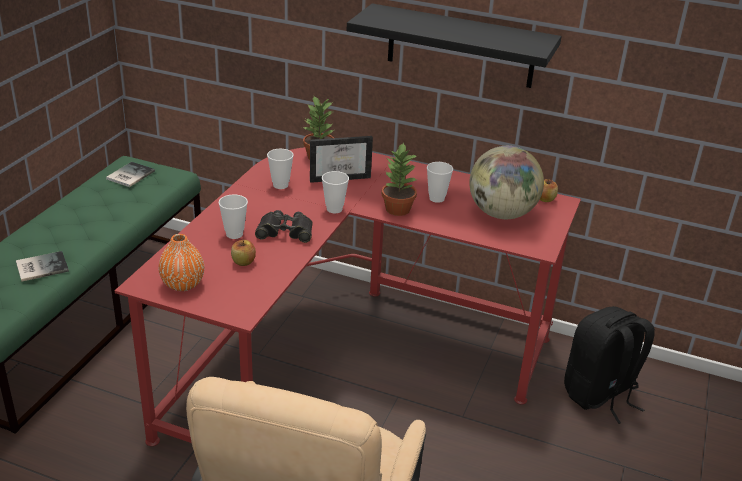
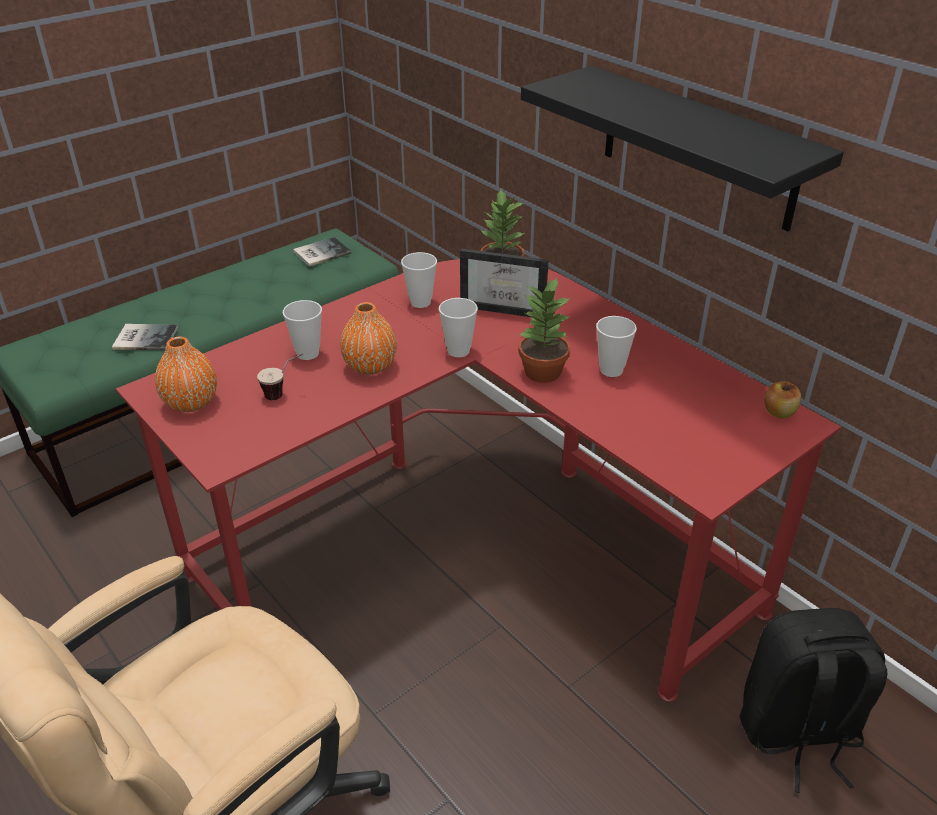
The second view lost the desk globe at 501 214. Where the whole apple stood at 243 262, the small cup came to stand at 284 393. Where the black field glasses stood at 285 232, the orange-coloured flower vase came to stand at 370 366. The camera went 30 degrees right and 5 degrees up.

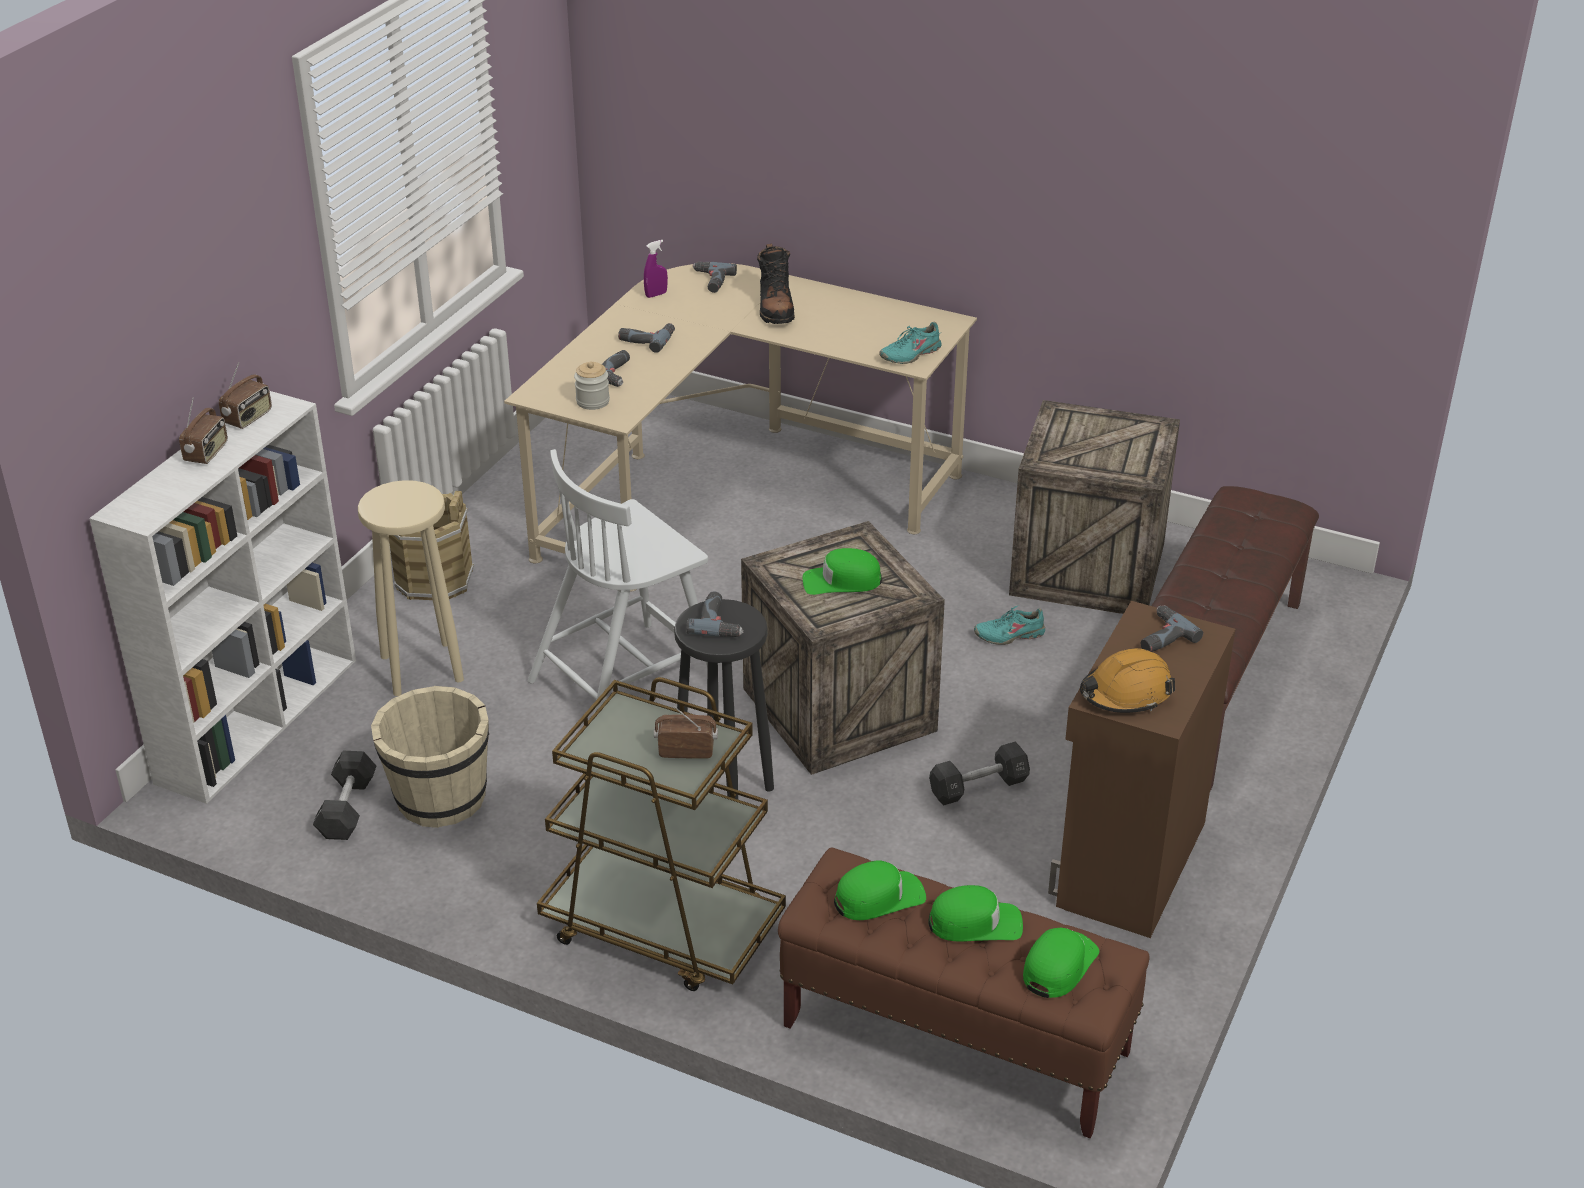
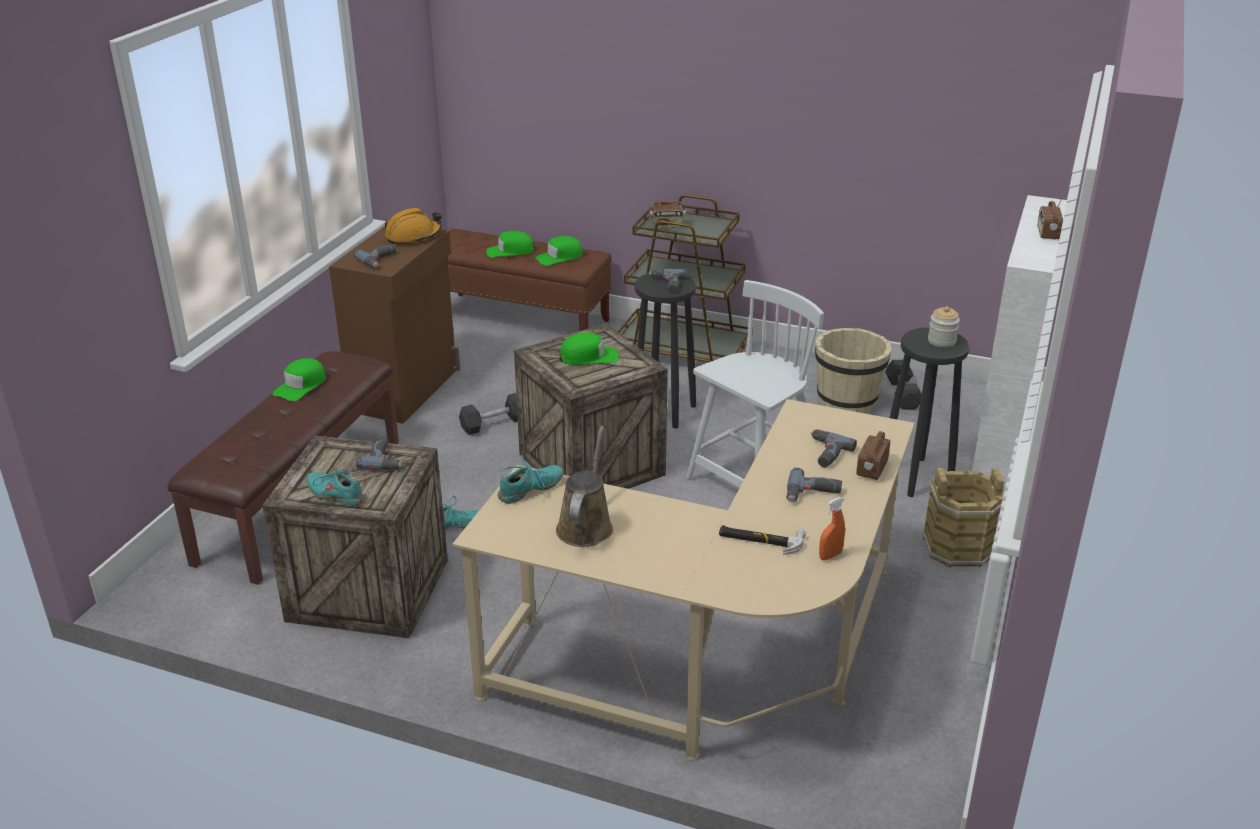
The second view lost the black boot at 775 308. The second view gained the turquoise-coloured item of footwear at 336 494. The second view gained the brownish watering pot at 586 525. The second view gained the hand hammer at 760 540. The radio receiver ended up elsewhere, having gone from 248 418 to 871 469. The preserve jar ended up elsewhere, having gone from 593 401 to 941 341. The drill ended up elsewhere, having gone from 710 281 to 385 459. The green-coloured cap ended up elsewhere, having gone from 1059 965 to 301 386. What was the sand-coloured stool at 421 667 turned into the black stool at 916 477. What was the purple hand sprayer at 656 294 turned into the orange-coloured hand sprayer at 830 555. The camera went 175 degrees right and 5 degrees down.

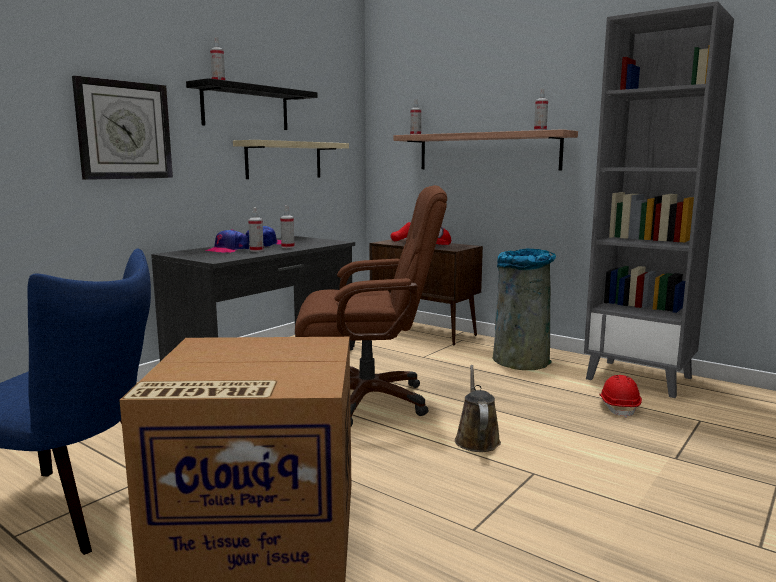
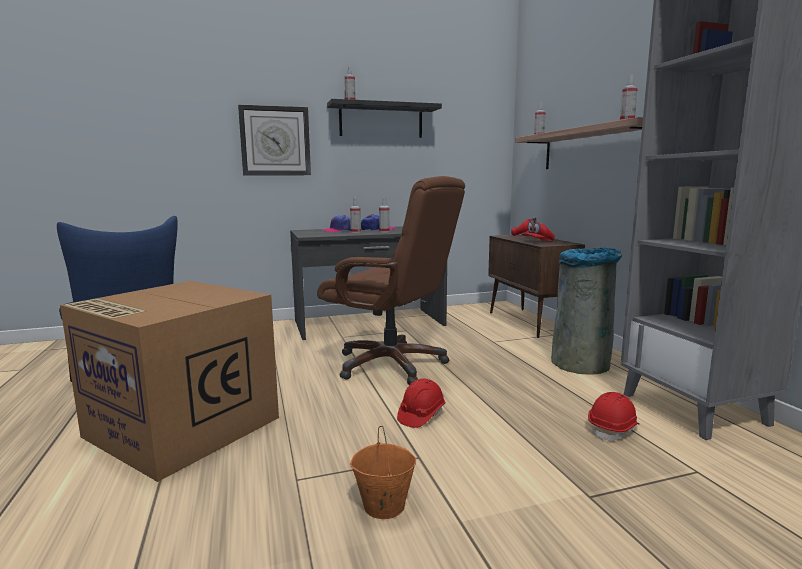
The second view lost the sand-coloured shelf at 284 160. The second view gained the orange-coloured water bucket at 383 506. Where the brownish watering pot stood at 476 439, the red work helmet came to stand at 421 415. The camera went 35 degrees right and 0 degrees up.

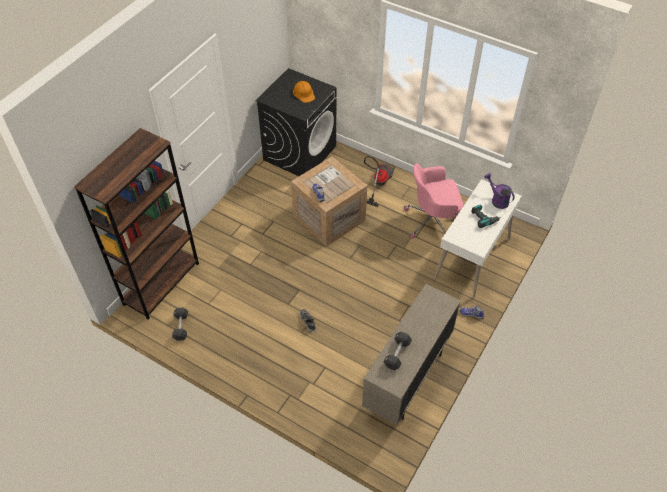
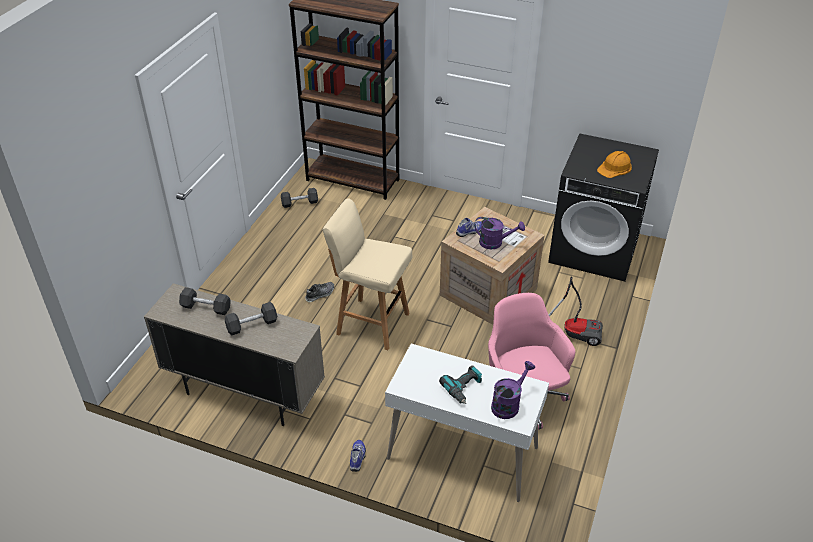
The second view gained the black free weight at 252 325. The second view gained the sand-coloured stool at 371 323. The second view gained the purple watering pot at 495 243. The camera went 80 degrees right and 10 degrees down.

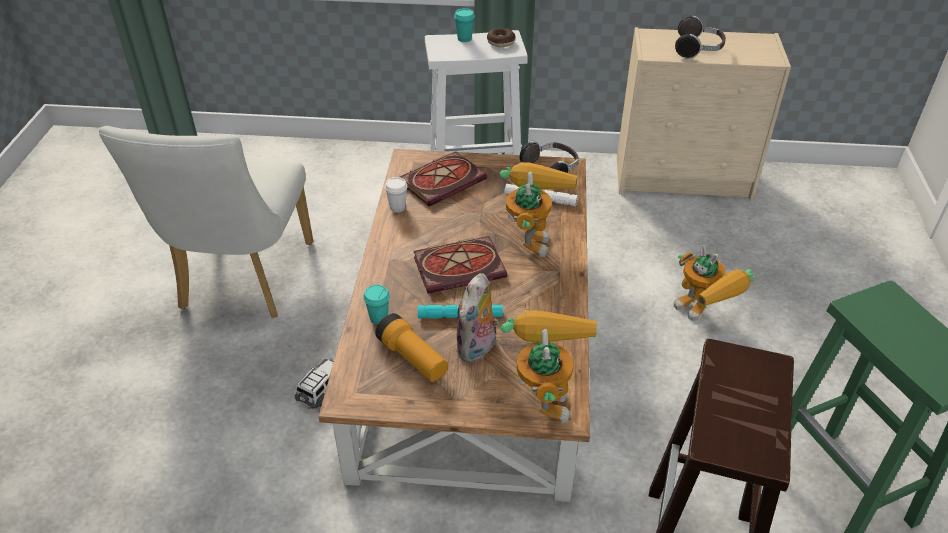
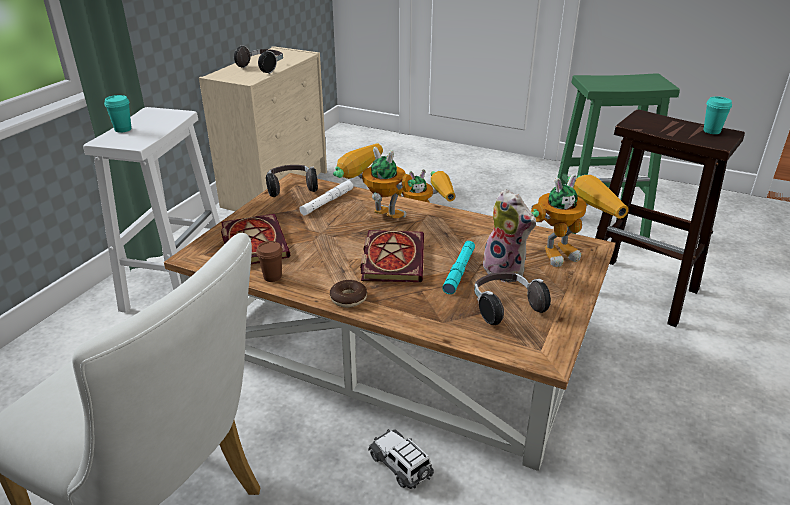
The turquoise-coloured small cup ended up elsewhere, having gone from 379 318 to 711 131. The ring doughnut ended up elsewhere, having gone from 501 42 to 348 298. Where the torch stood at 413 358, the headset came to stand at 505 307. What was the white-coloured small cup at 397 208 turned into the brownish small cup at 272 277. The model robot at 543 393 ended up facing another way, 135 degrees clockwise from before. The camera went 70 degrees left and 10 degrees down.

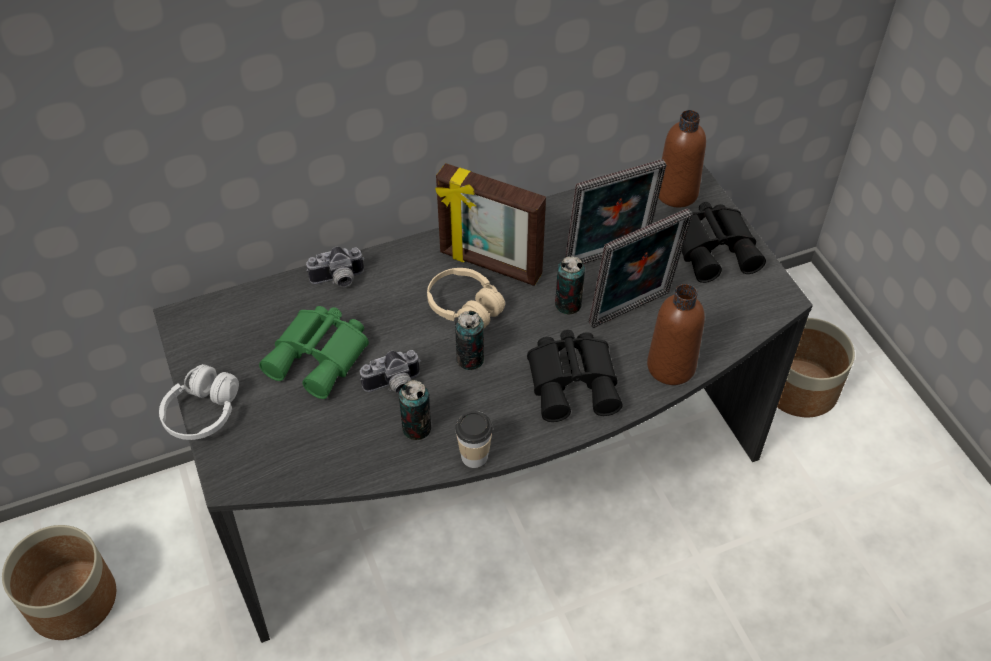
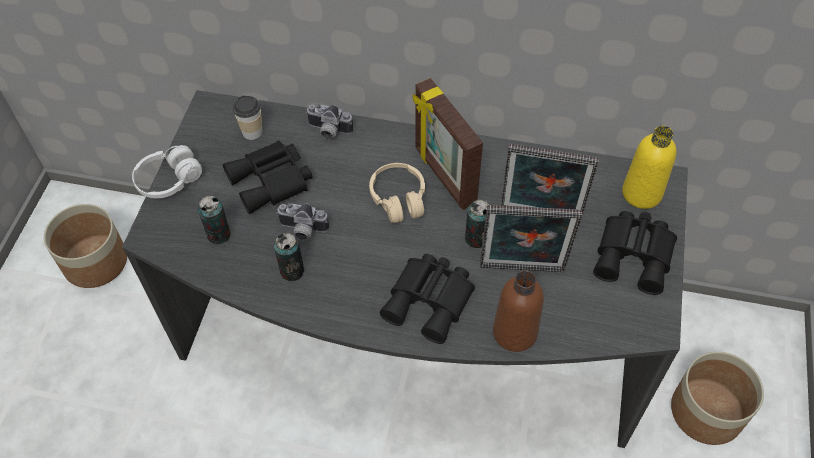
The can ended up elsewhere, having gone from 470 359 to 219 235. The small cup ended up elsewhere, having gone from 474 456 to 252 132. What was the green-coloured field glasses at 321 356 turned into the black field glasses at 272 182. What was the brownish bottle at 676 193 turned into the yellowish bottle at 641 193. The camera went 35 degrees right and 5 degrees up.

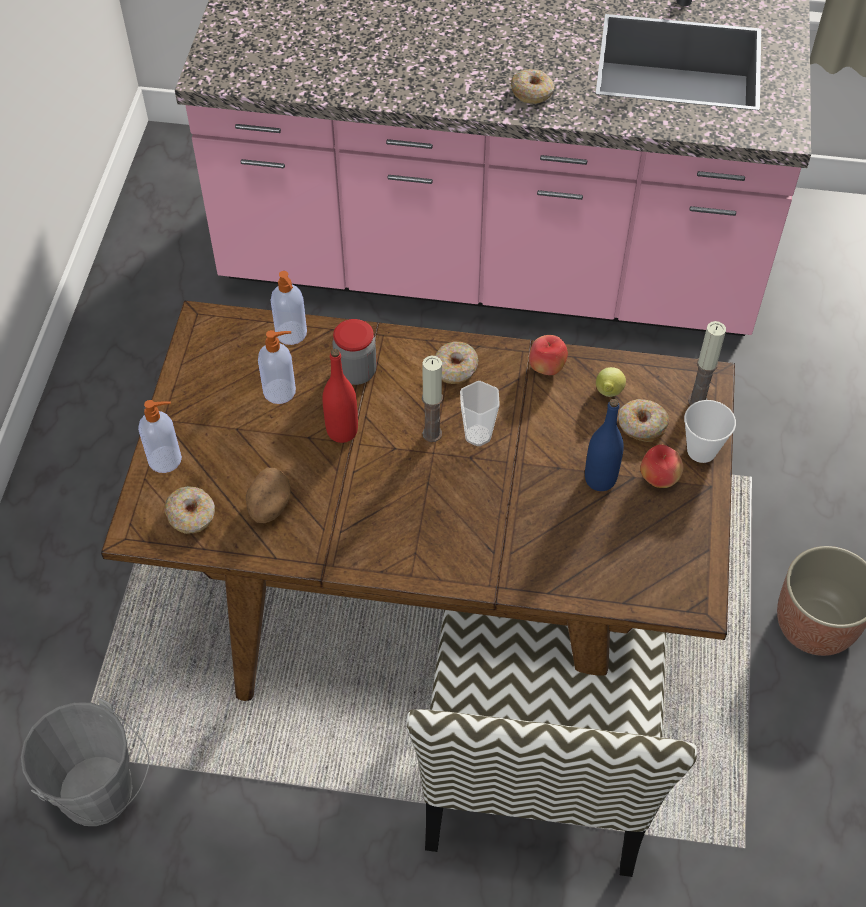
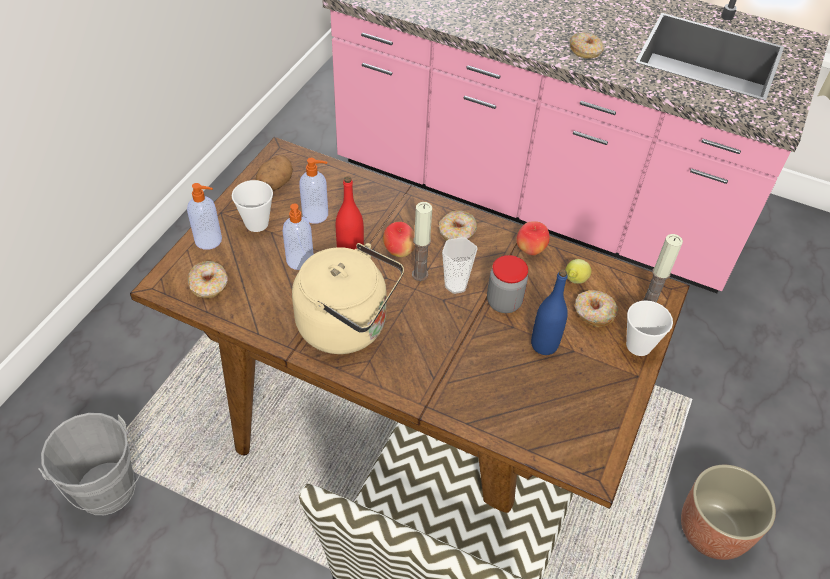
The second view gained the small cup at 257 223. The second view gained the sand-coloured tea kettle at 348 326. The whole potato ended up elsewhere, having gone from 269 507 to 274 184. The soap bottle ended up elsewhere, having gone from 291 334 to 300 261. The preserve jar ended up elsewhere, having gone from 356 372 to 504 302. The whole apple ended up elsewhere, having gone from 658 479 to 399 252. The camera went 15 degrees right and 5 degrees down.

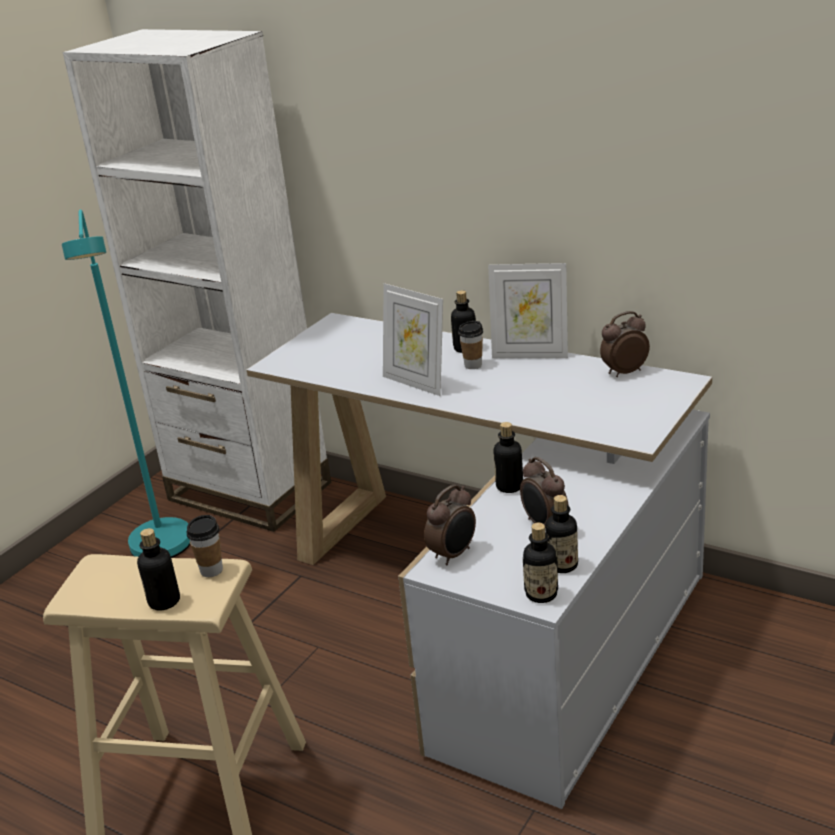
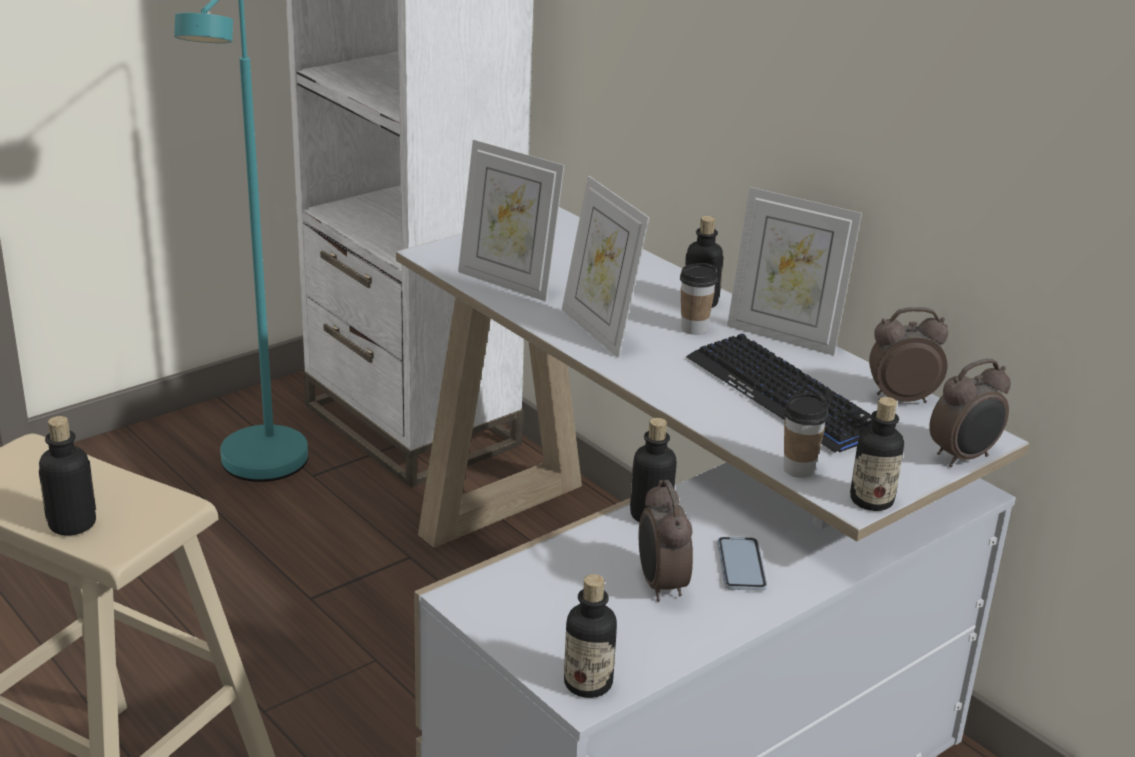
The second view gained the picture frame at 508 282. The second view gained the keyboard at 786 396. The second view gained the handset at 741 565. The small cup ended up elsewhere, having gone from 211 570 to 798 469. The bedside clock ended up elsewhere, having gone from 454 554 to 963 457. The bottle ended up elsewhere, having gone from 562 565 to 871 500. The camera went 15 degrees right and 0 degrees up.

